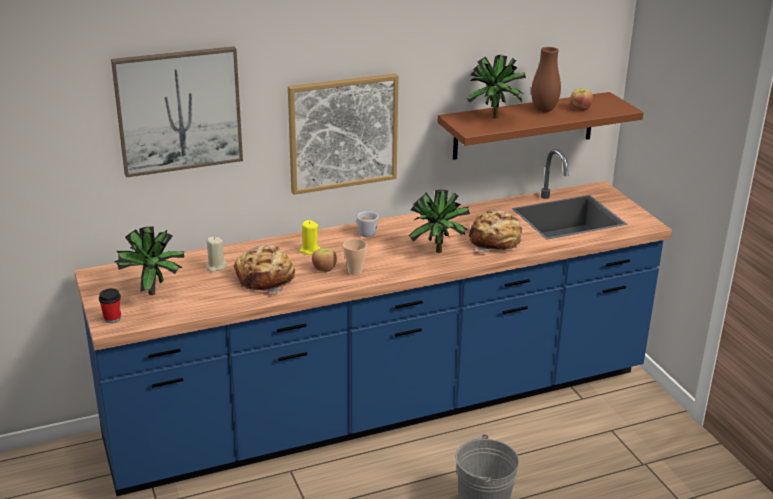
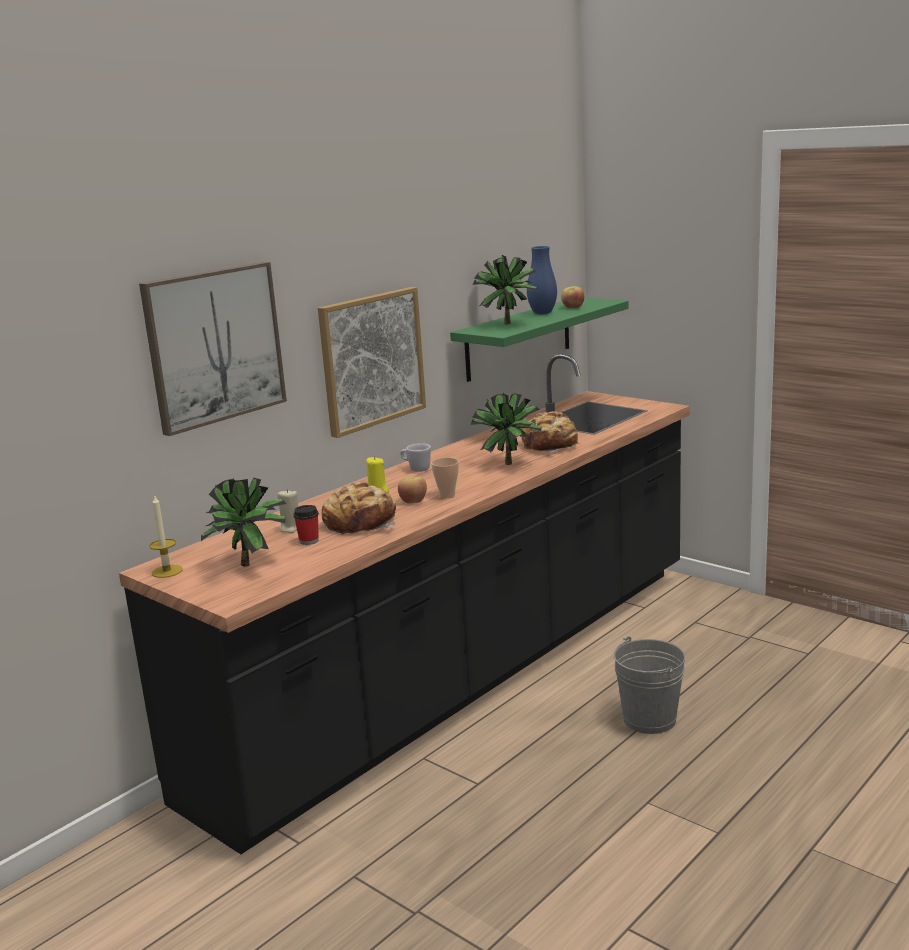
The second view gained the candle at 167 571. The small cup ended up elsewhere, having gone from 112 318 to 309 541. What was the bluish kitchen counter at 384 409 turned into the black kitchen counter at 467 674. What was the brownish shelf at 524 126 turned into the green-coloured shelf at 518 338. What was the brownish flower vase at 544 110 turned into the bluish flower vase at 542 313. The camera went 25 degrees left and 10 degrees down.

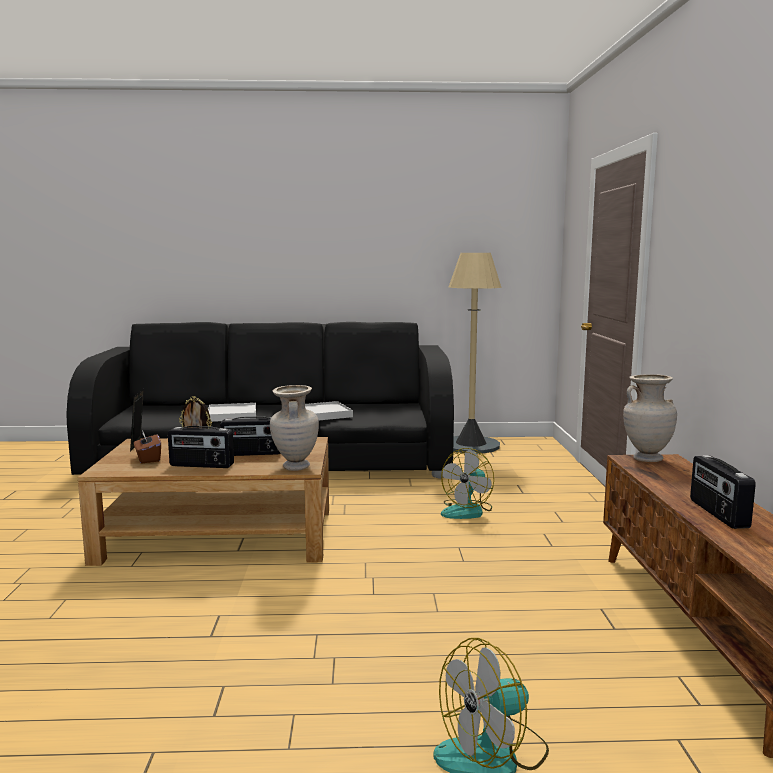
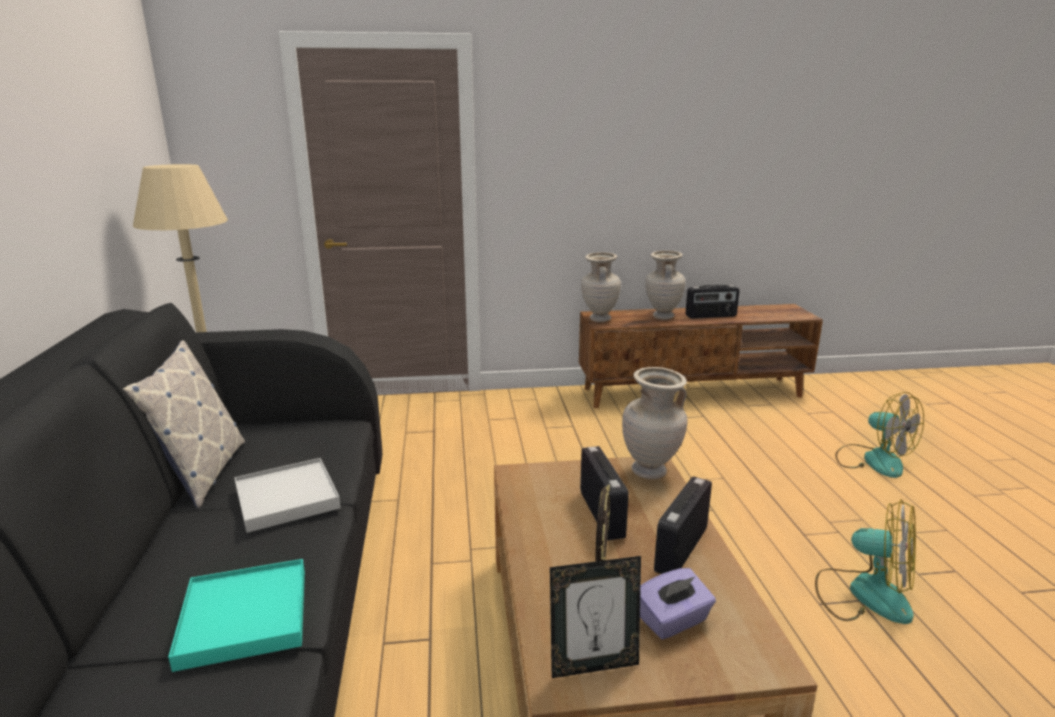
The second view gained the throw pillow at 201 473. The second view gained the sand-coloured flower vase at 662 317. The cooling fan ended up elsewhere, having gone from 467 510 to 864 594. What was the brownish tissue box at 148 459 turned into the purple tissue box at 673 621. What was the white-coloured carrying tray at 232 415 turned into the turquoise-coloured carrying tray at 245 617. The radio receiver at 201 465 ended up facing another way, 150 degrees counterclockwise from before. The camera went 95 degrees left and 10 degrees up.

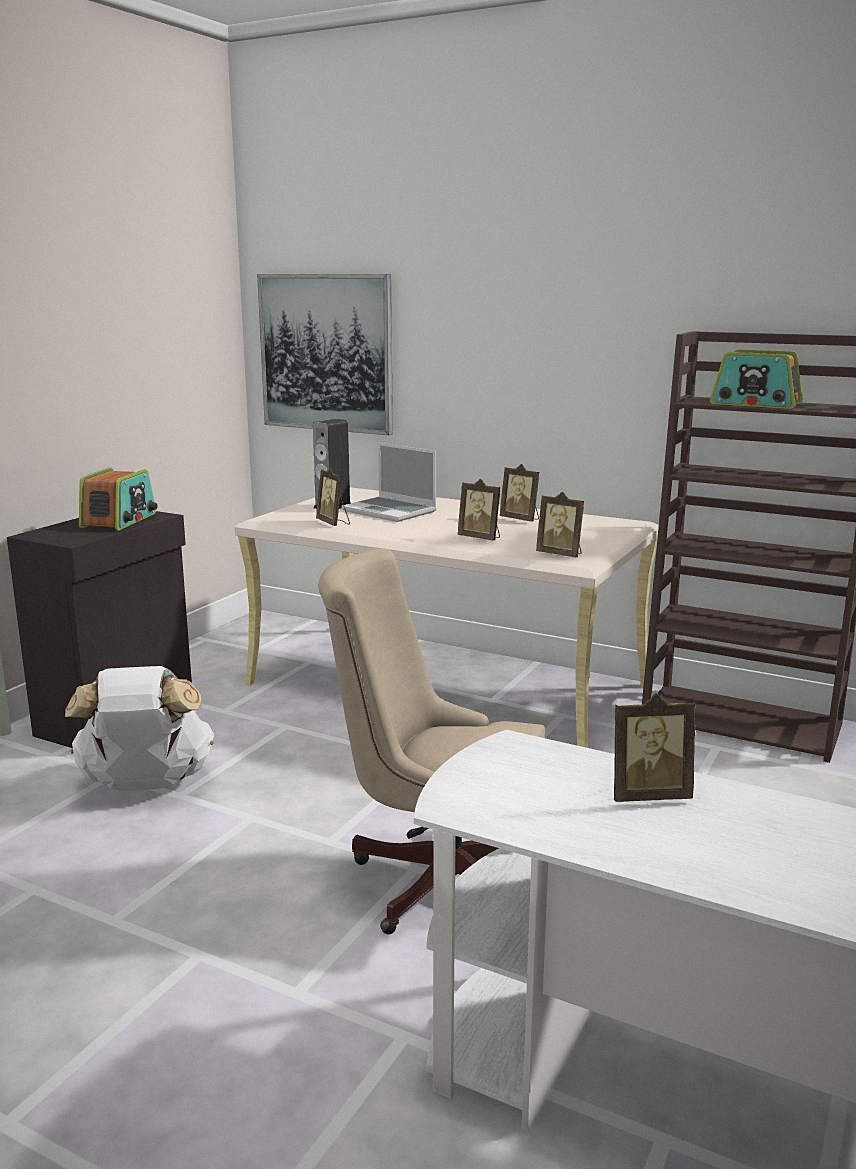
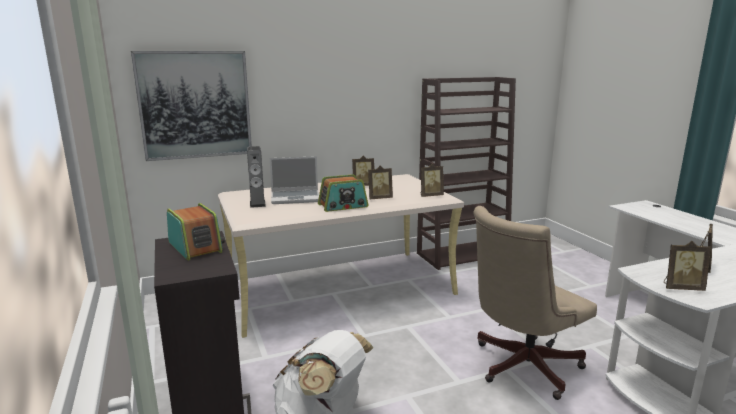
The picture frame ended up elsewhere, having gone from 333 523 to 681 287. The radio receiver ended up elsewhere, having gone from 755 404 to 343 206. The camera went 50 degrees left and 0 degrees up.

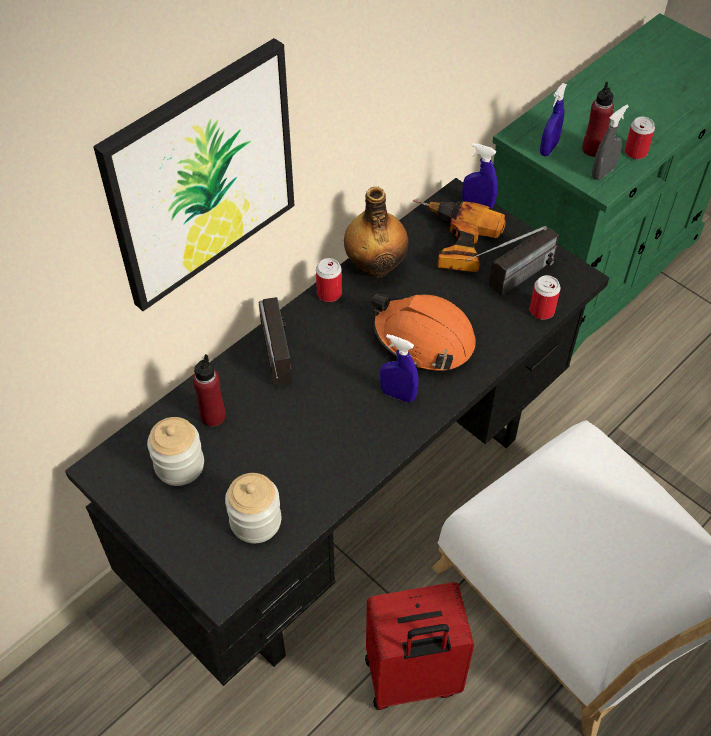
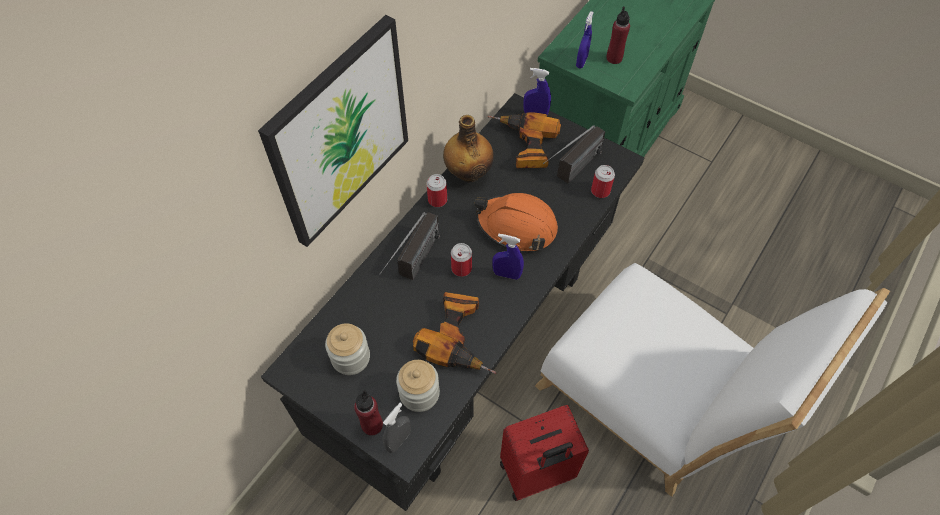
The second view gained the drill at 460 337. The red bottle ended up elsewhere, having gone from 213 416 to 372 425. The greyish hand sprayer ended up elsewhere, having gone from 603 172 to 399 440. The can ended up elsewhere, having gone from 635 152 to 461 268. The radio receiver at 281 369 ended up facing another way, 45 degrees clockwise from before. The camera went 10 degrees left and 5 degrees up.

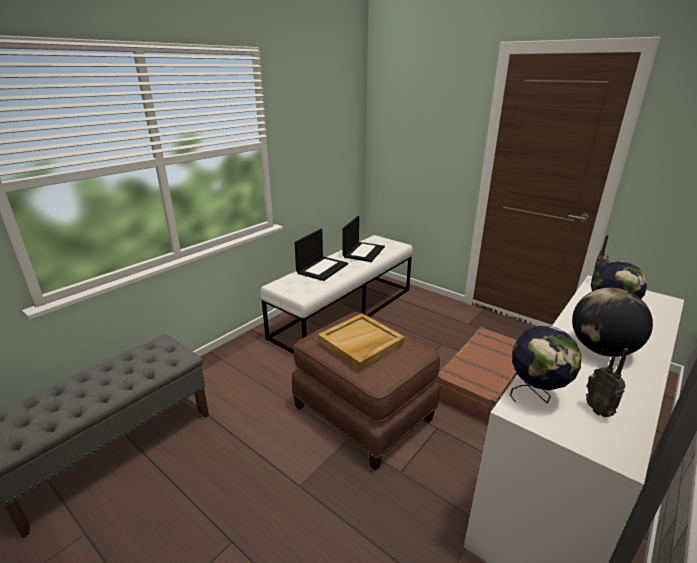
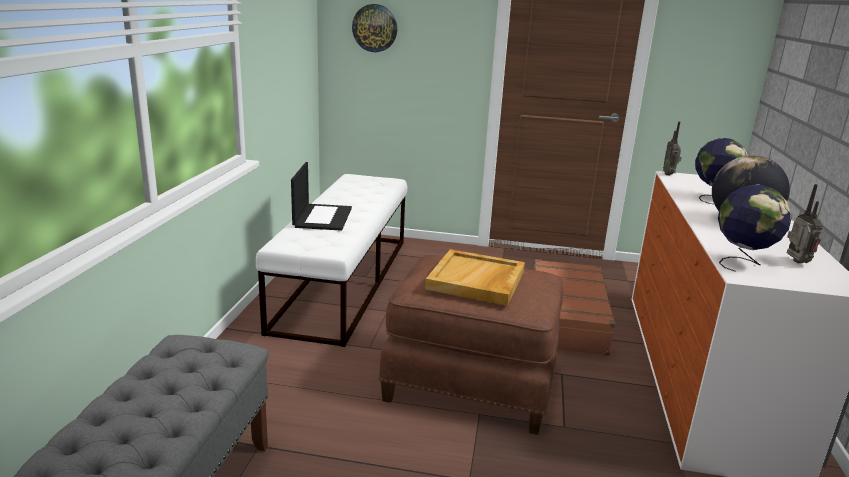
The second view lost the laptop at 363 251. The second view gained the hanging clock at 375 28. The radio receiver at 598 410 ended up facing another way, 135 degrees counterclockwise from before. The camera went 30 degrees left and 5 degrees down.

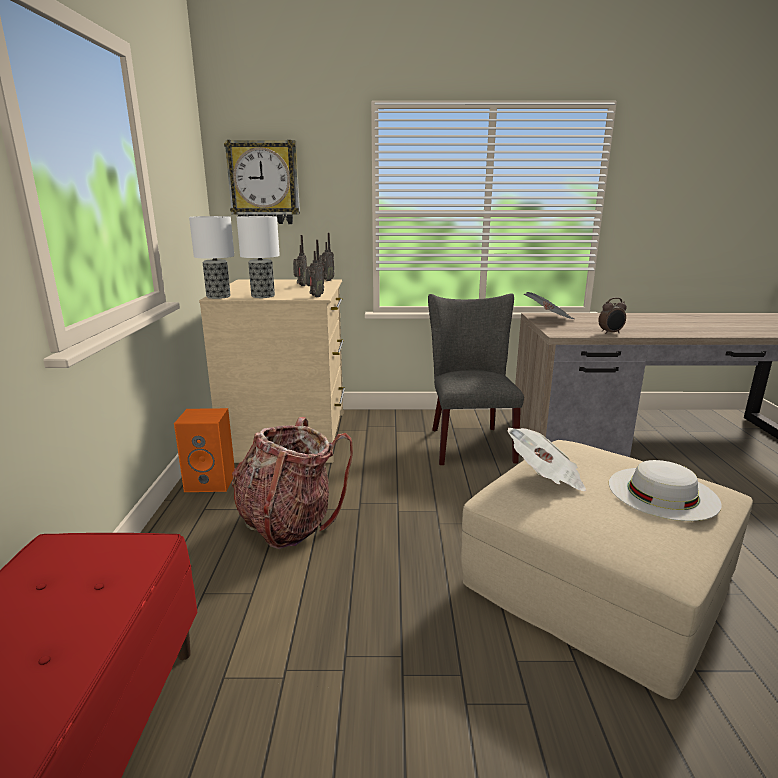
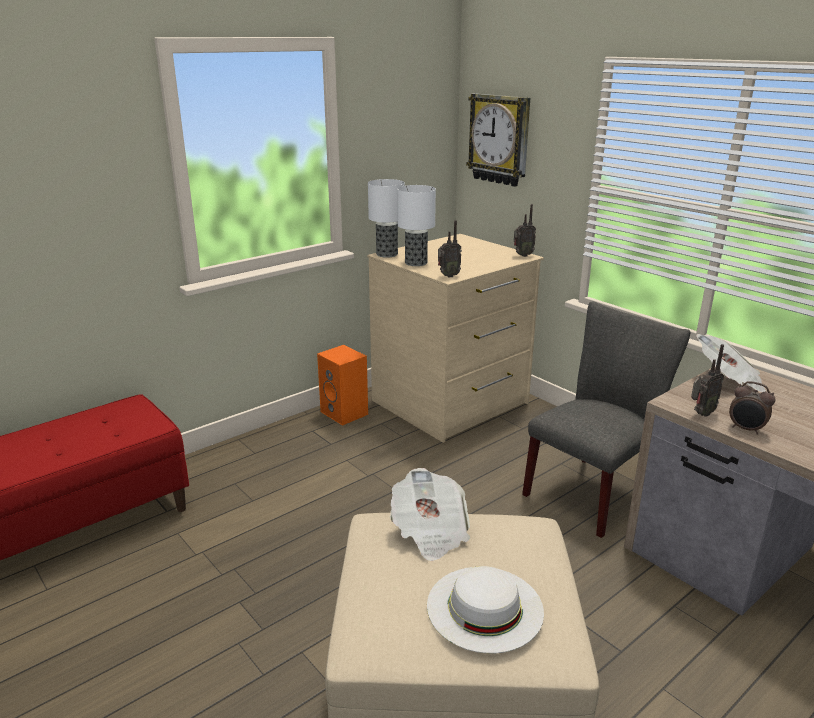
The second view lost the rucksack at 289 523. The radio receiver ended up elsewhere, having gone from 300 286 to 701 413. The camera went 50 degrees right and 5 degrees up.

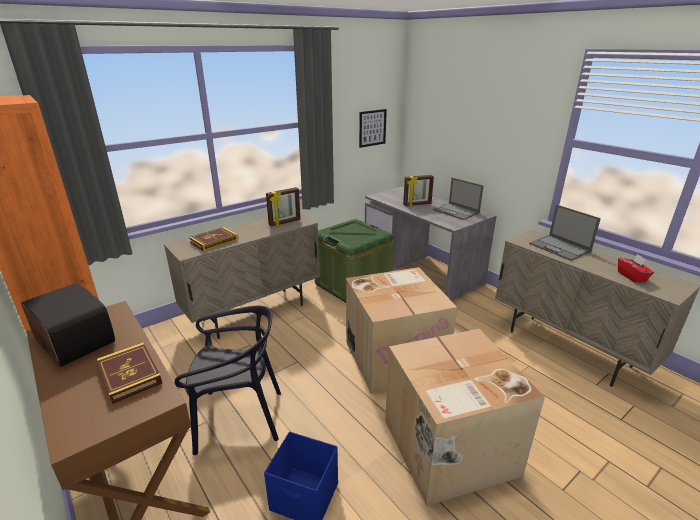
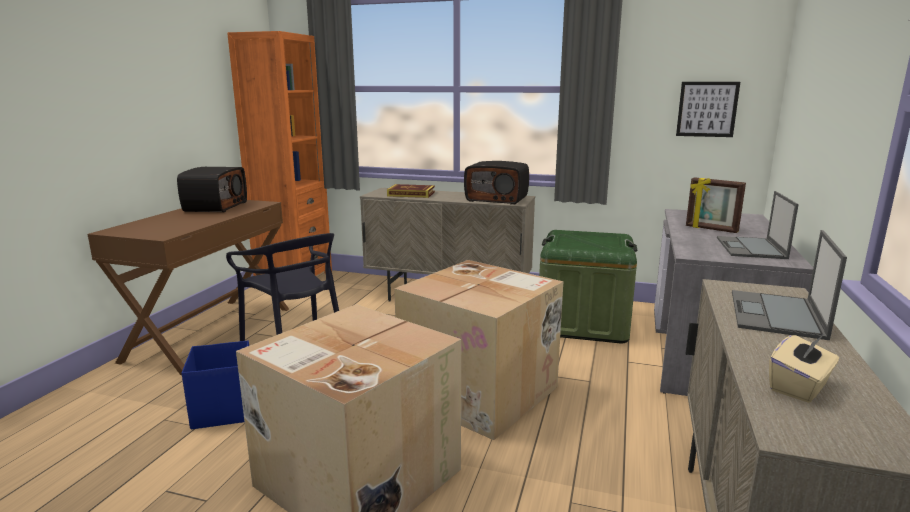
The second view lost the book at 130 375. Where the picture frame stood at 285 222, the radio receiver came to stand at 497 199. What was the red tissue box at 632 276 turned into the sand-coloured tissue box at 799 387. The camera went 55 degrees right and 10 degrees down.

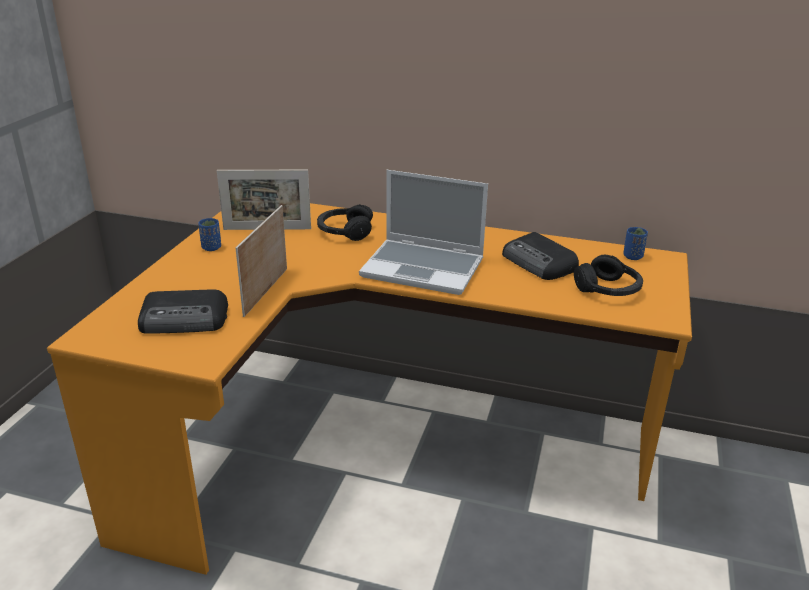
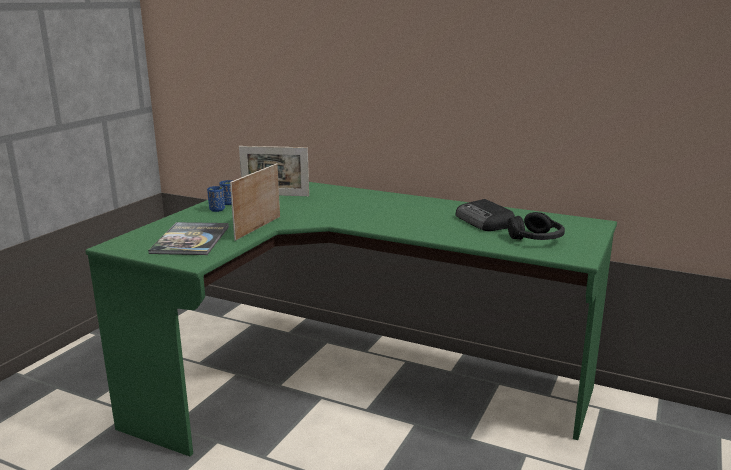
The second view lost the black headset at 345 232. The second view lost the laptop at 424 268. The bluish small cup ended up elsewhere, having gone from 632 256 to 217 210. Where the radio receiver stood at 185 319, the book came to stand at 191 240. What was the orange-coloured desk at 378 448 turned into the green-coloured desk at 353 383. The camera went 10 degrees right and 10 degrees down.

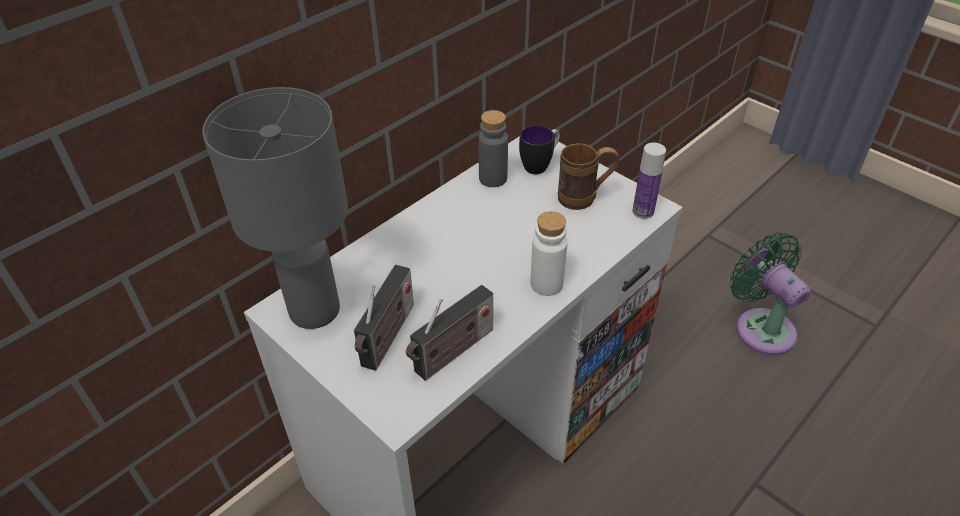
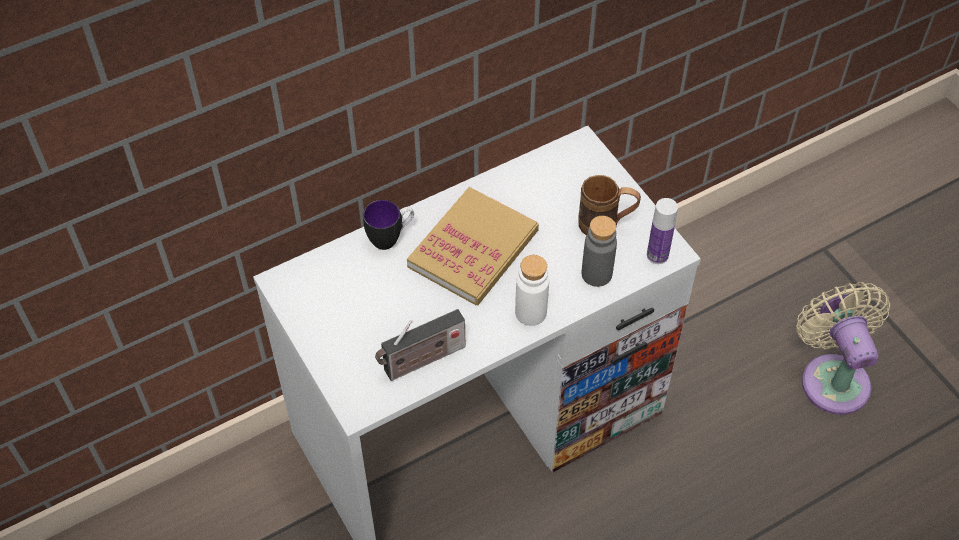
The second view lost the greyish table lamp at 313 310. The second view lost the radio receiver at 387 338. The second view gained the book at 473 249. The greyish bottle ended up elsewhere, having gone from 493 178 to 596 274. The coffee mug ended up elsewhere, having gone from 540 165 to 391 238. What was the green-coloured cooling fan at 760 327 turned into the sand-coloured cooling fan at 833 377. The camera went 15 degrees right and 10 degrees up.

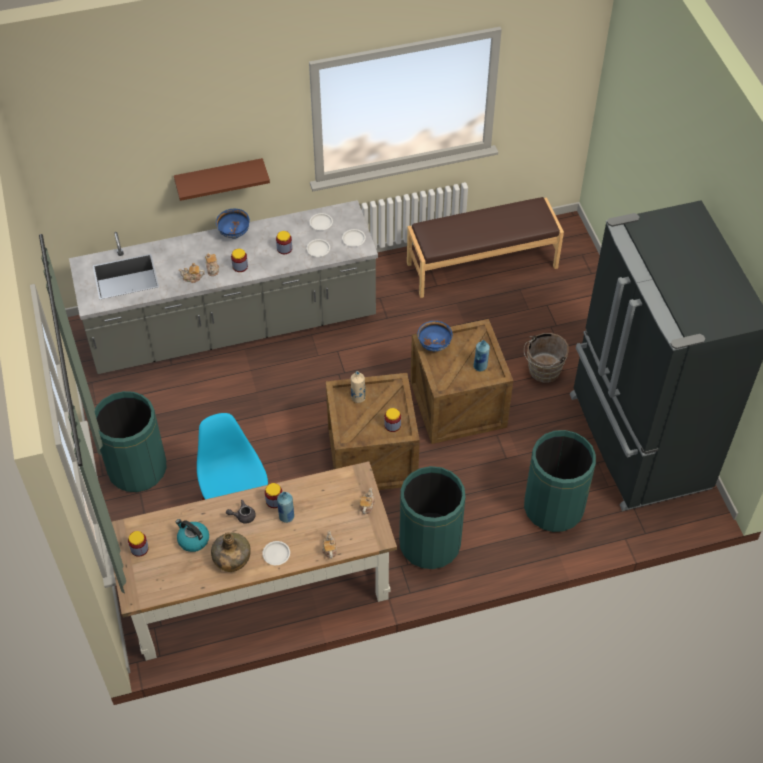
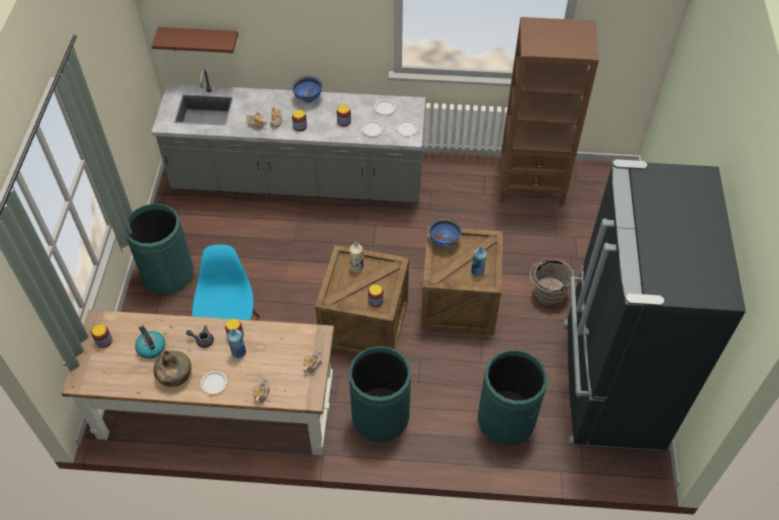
The brownish shelf ended up elsewhere, having gone from 219 178 to 200 40. Where the brownish long seat stood at 481 264, the brownish bookshelf came to stand at 531 186. The camera went 20 degrees right and 0 degrees up.

